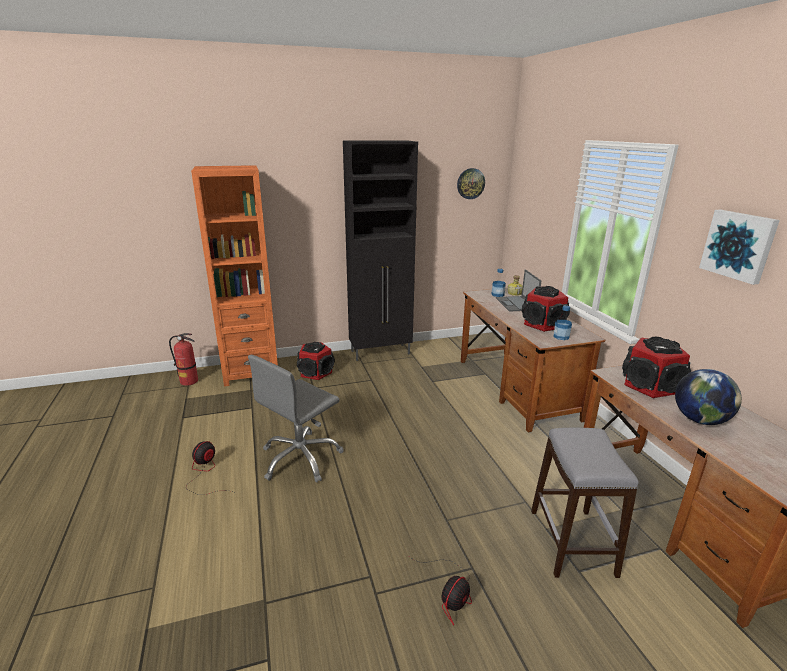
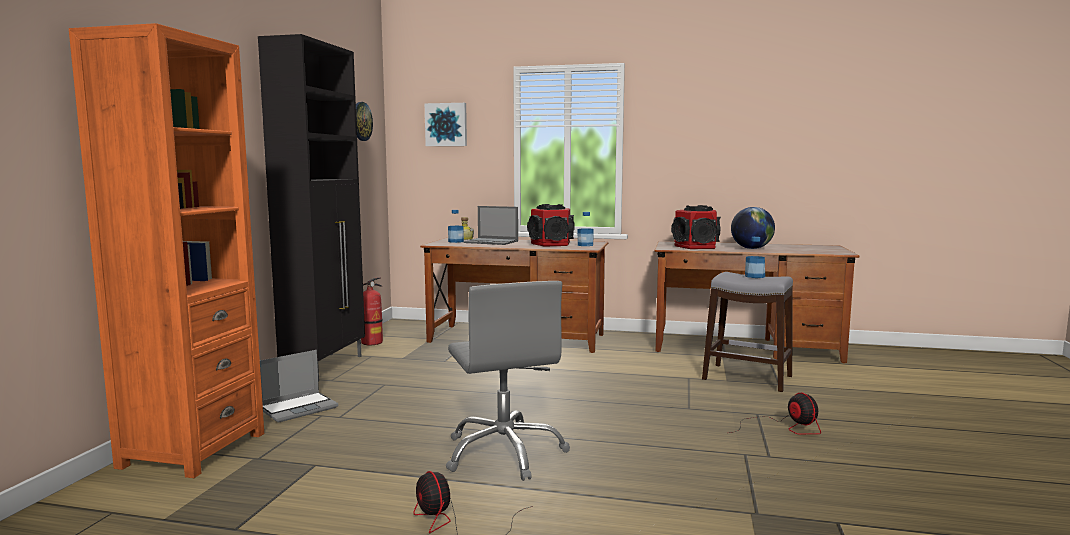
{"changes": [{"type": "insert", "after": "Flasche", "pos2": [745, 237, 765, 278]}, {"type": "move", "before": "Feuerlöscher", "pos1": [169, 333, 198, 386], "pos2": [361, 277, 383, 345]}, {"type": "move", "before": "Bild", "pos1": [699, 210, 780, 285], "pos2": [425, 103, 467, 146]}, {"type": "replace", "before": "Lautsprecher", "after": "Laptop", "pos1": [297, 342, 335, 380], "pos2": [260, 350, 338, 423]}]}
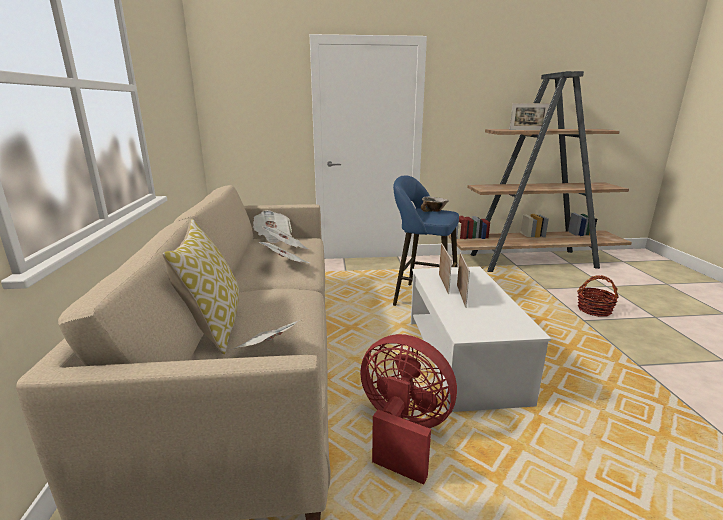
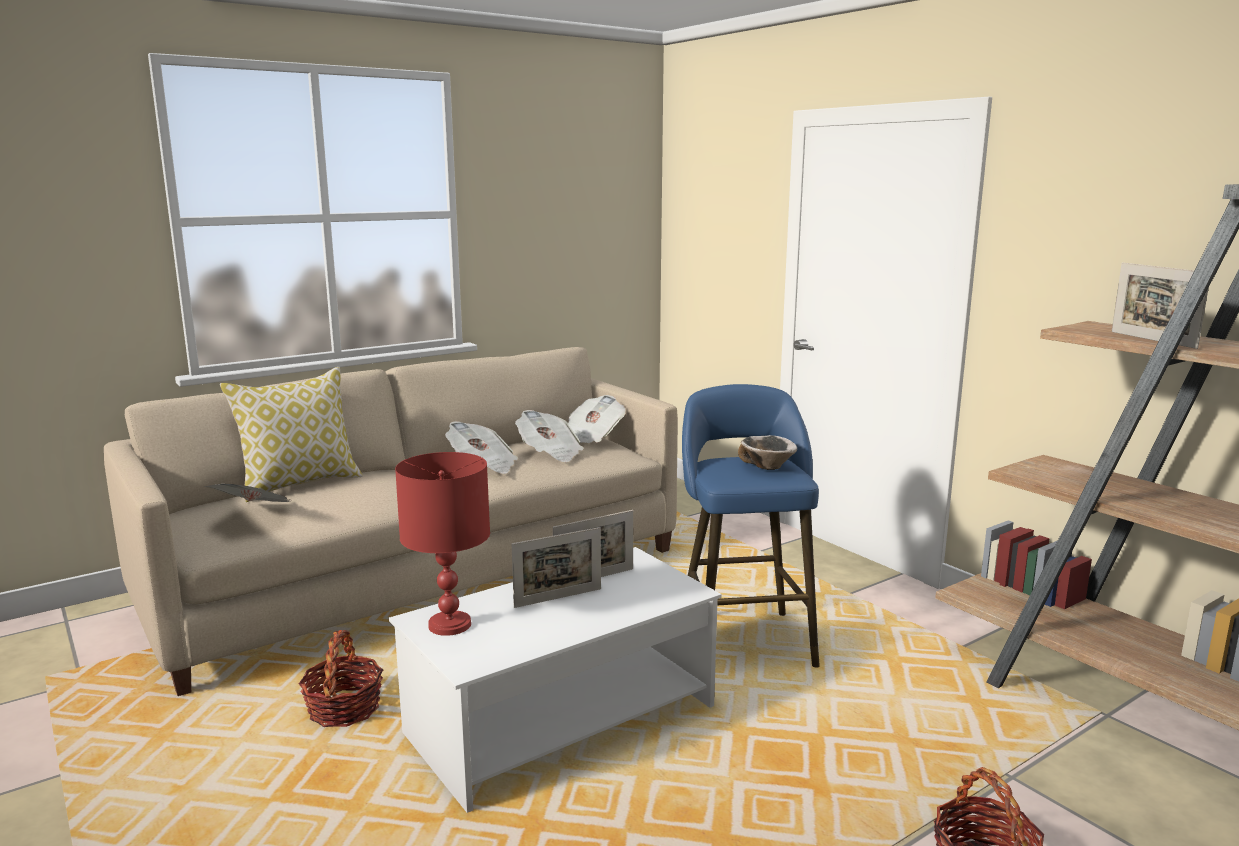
{"changes": [{"type": "insert", "after": "Tischlampe/rot", "pos2": [395, 452, 490, 636]}, {"type": "replace", "before": "Ventilator/rot", "after": "Korb", "pos1": [360, 334, 457, 485], "pos2": [299, 630, 383, 727]}]}
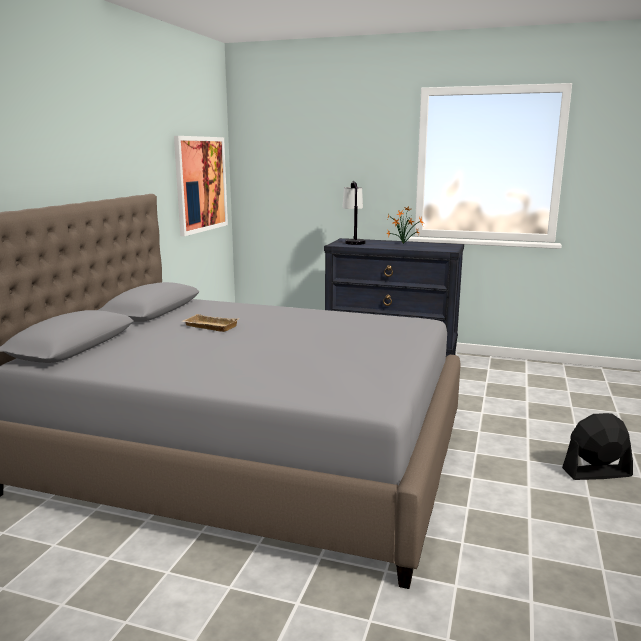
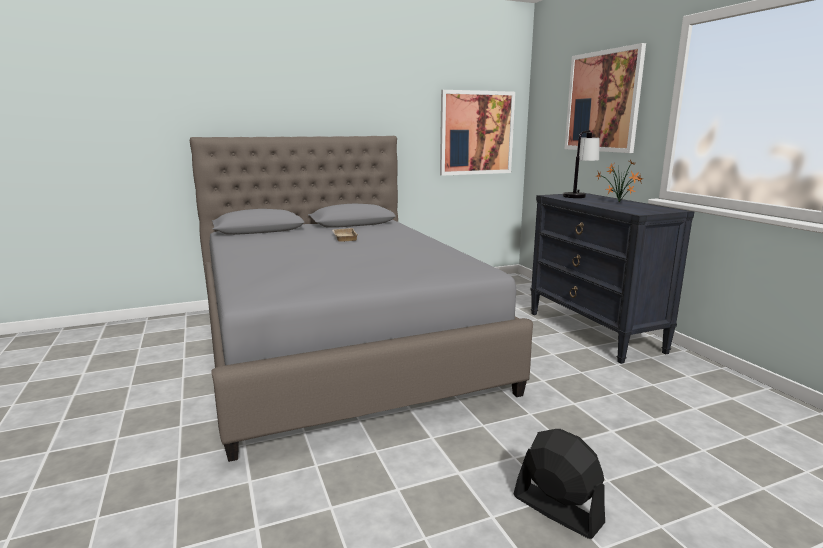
{"changes": [{"type": "insert", "after": "Bild", "pos2": [565, 43, 646, 153]}]}
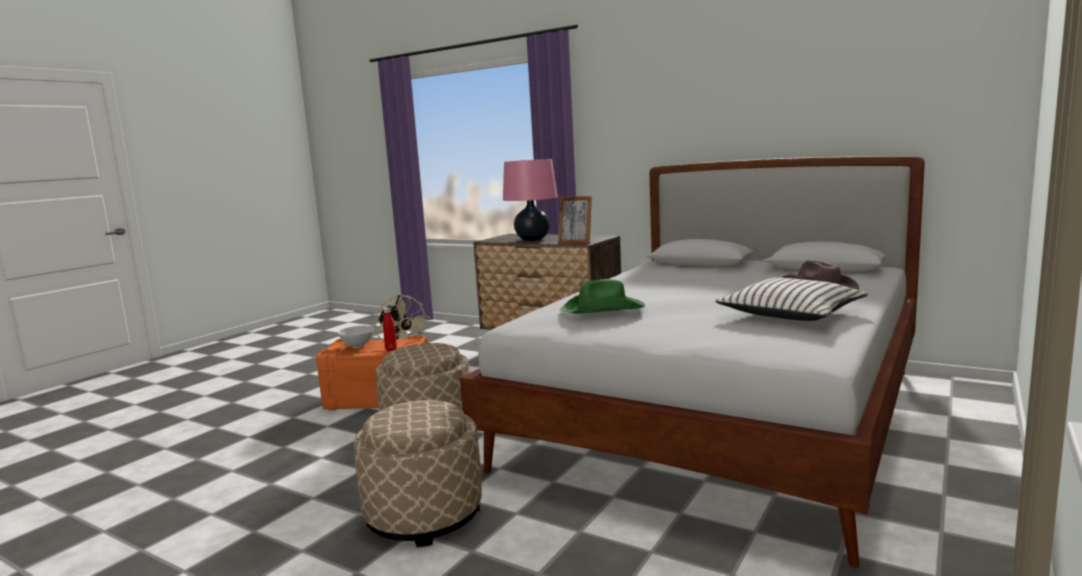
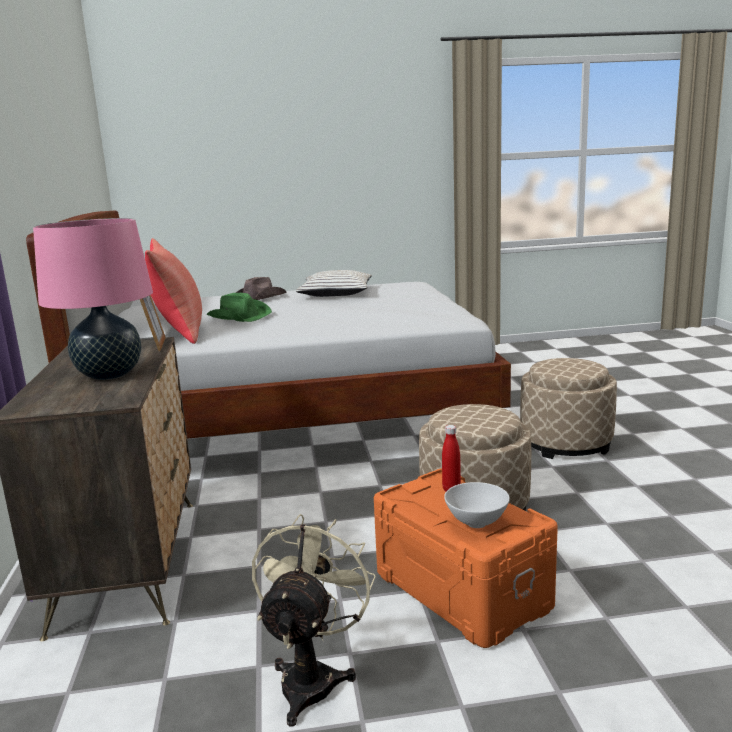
{"changes": [{"type": "insert", "after": "Kissen/rot", "pos2": [145, 238, 202, 344]}, {"type": "move", "before": "Hut/grün", "pos1": [560, 279, 645, 314], "pos2": [207, 293, 272, 322]}]}
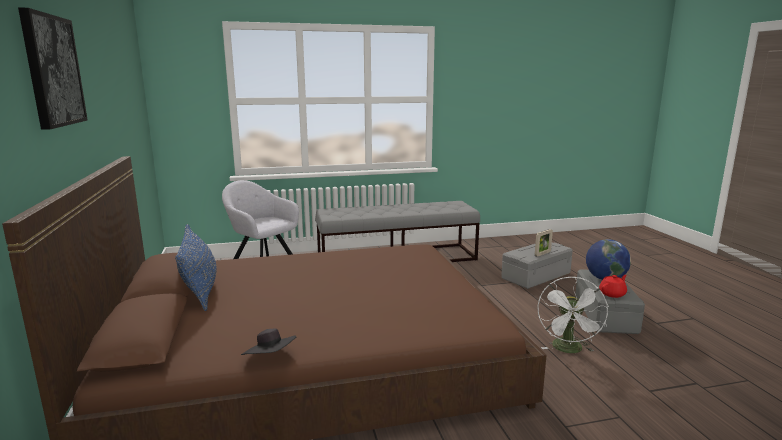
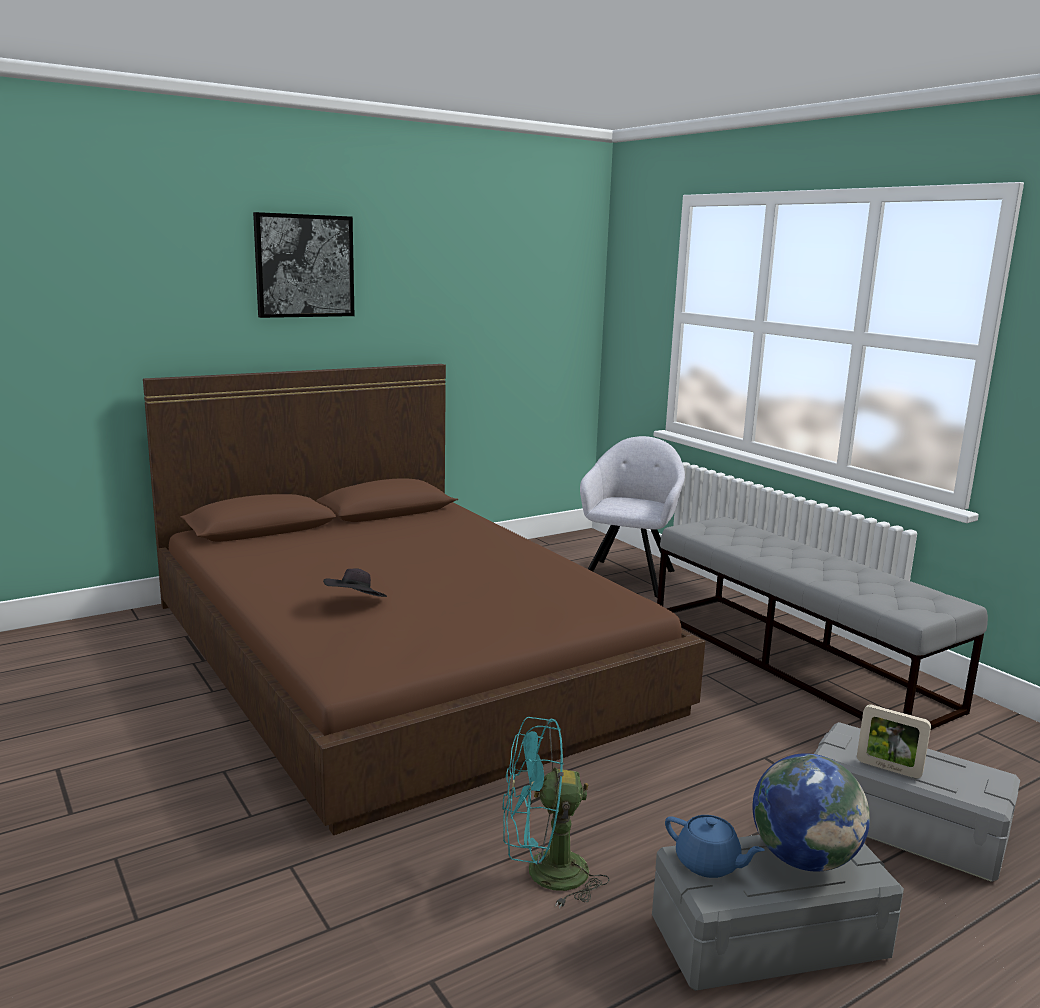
{"changes": [{"type": "delete", "before": "Kissen/blau", "pos1": [175, 224, 216, 311]}, {"type": "move", "before": "Hut/schwarz", "pos1": [241, 329, 296, 355], "pos2": [323, 568, 387, 597]}, {"type": "recolor", "before": "Ventilator/weiß", "after": "Ventilator/türkis", "pos1": [537, 277, 609, 353], "pos2": [502, 717, 609, 908]}, {"type": "recolor", "before": "Teekanne/rot", "after": "Teekanne/blau", "pos1": [599, 275, 627, 298], "pos2": [665, 815, 765, 878]}]}
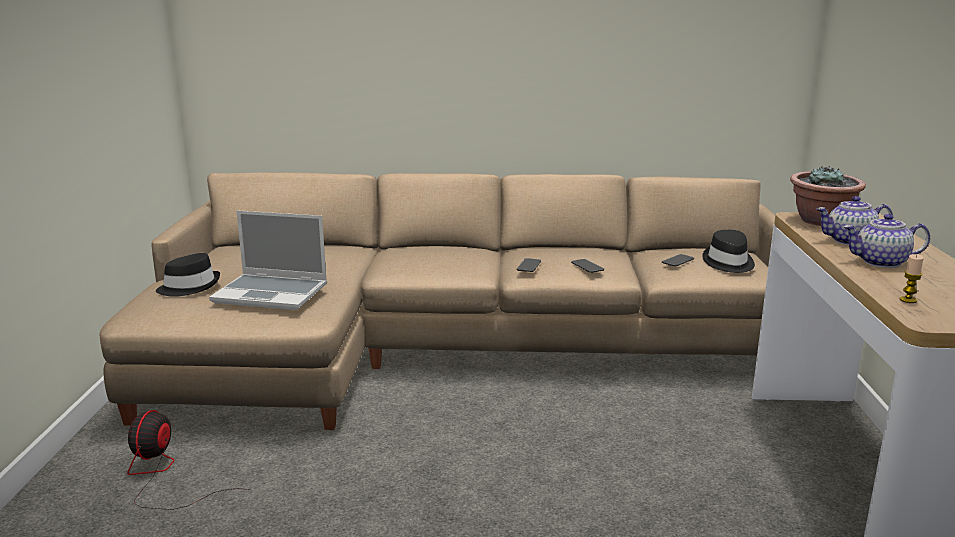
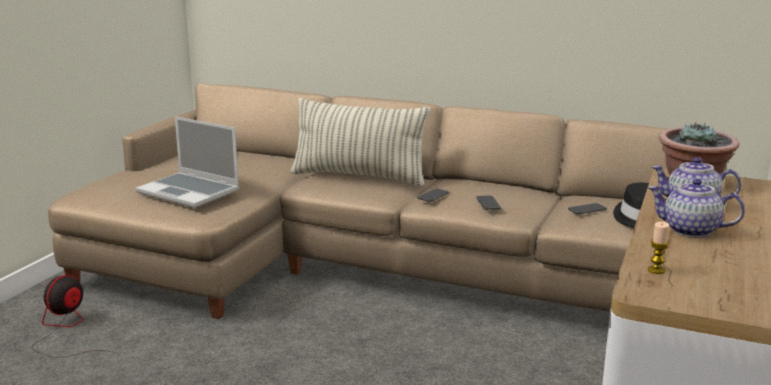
{"changes": [{"type": "delete", "before": "Hut/schwarz", "pos1": [156, 253, 220, 297]}, {"type": "insert", "after": "Kissen", "pos2": [290, 98, 431, 186]}]}
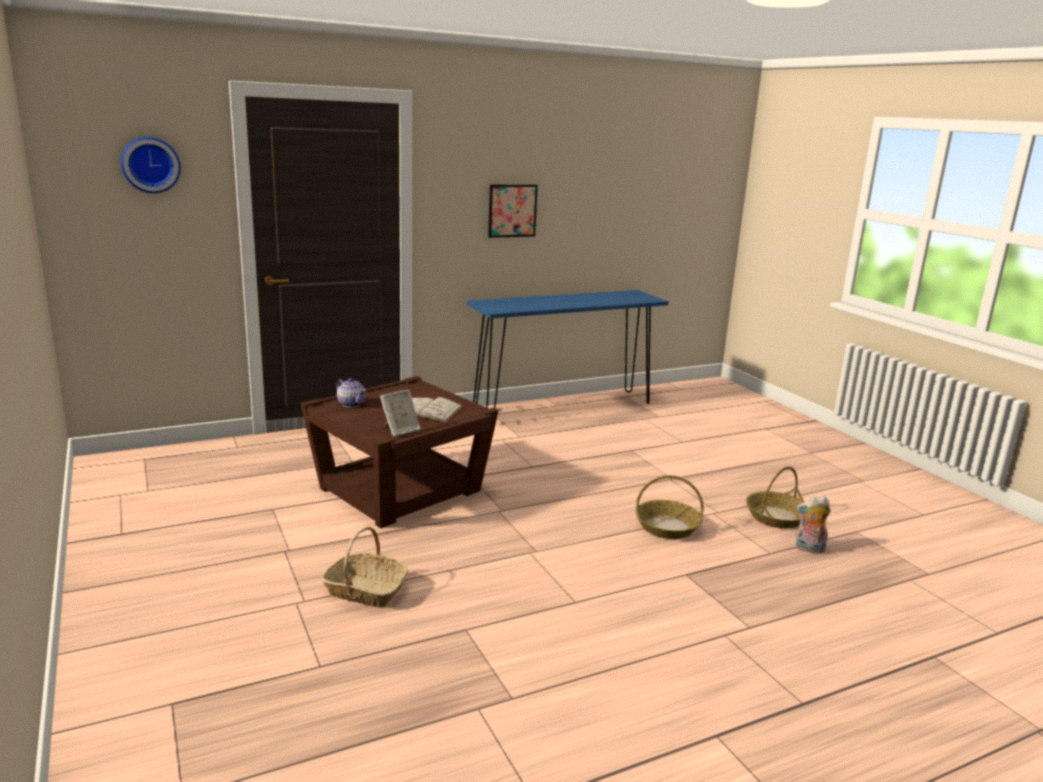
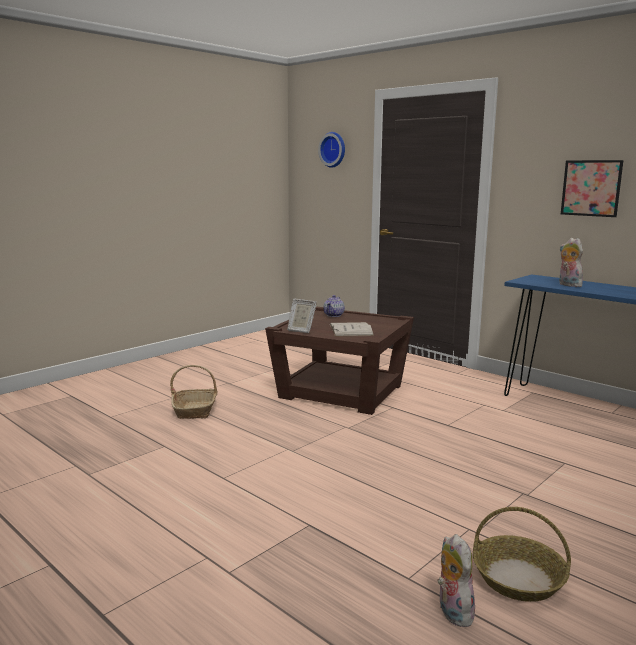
{"changes": [{"type": "delete", "before": "Korb", "pos1": [636, 475, 704, 539]}, {"type": "insert", "after": "Plüschtier", "pos2": [559, 238, 583, 287]}]}
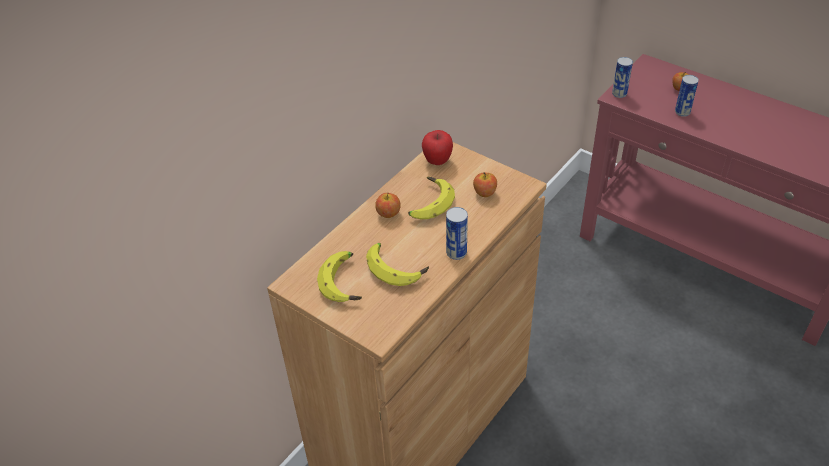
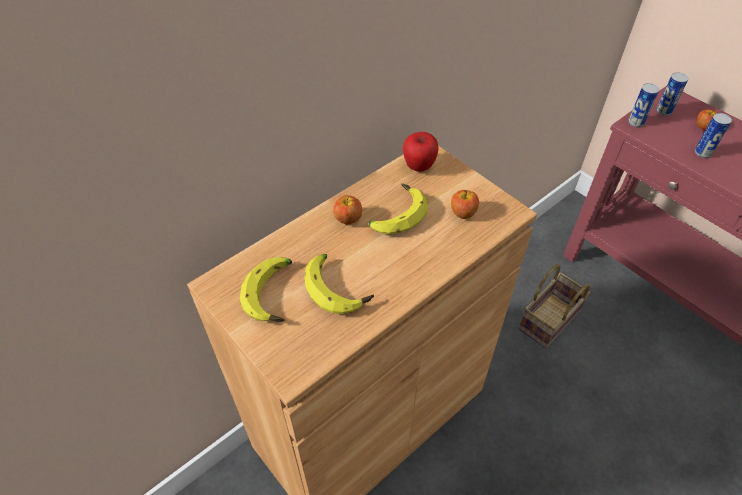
{"changes": [{"type": "insert", "after": "Korb", "pos2": [519, 264, 590, 348]}, {"type": "move", "before": "Dose", "pos1": [446, 207, 468, 260], "pos2": [656, 72, 689, 116]}]}
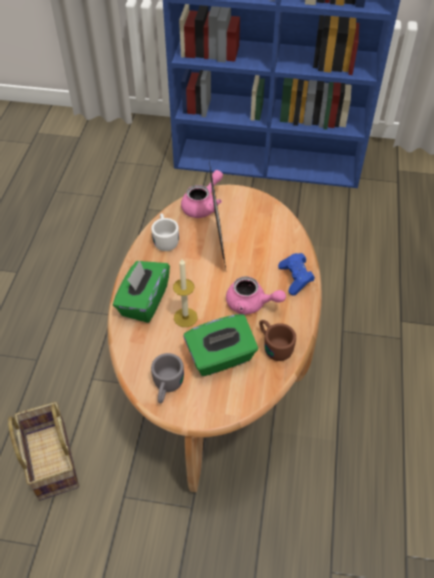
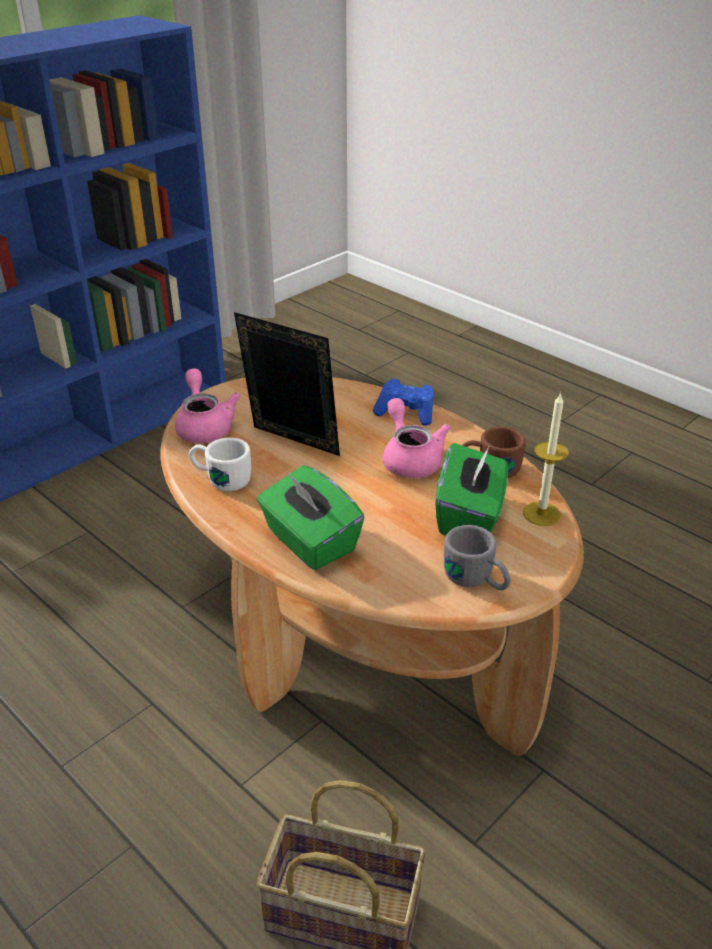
{"changes": [{"type": "move", "before": "Kerze", "pos1": [173, 259, 198, 327], "pos2": [523, 392, 569, 526]}, {"type": "rotate", "before": "Teekanne/rosa", "pos1": [226, 276, 286, 315], "pos2": [383, 398, 451, 478], "turn": -75}]}
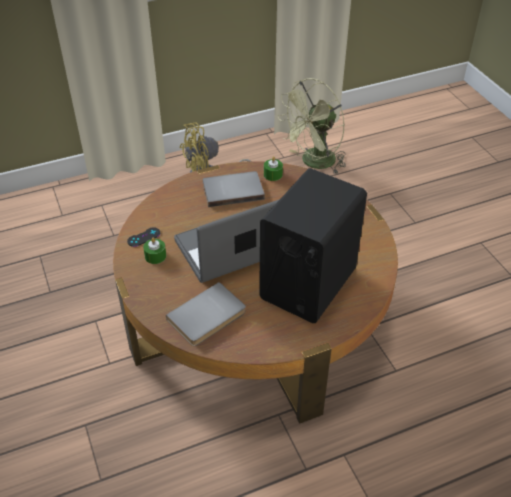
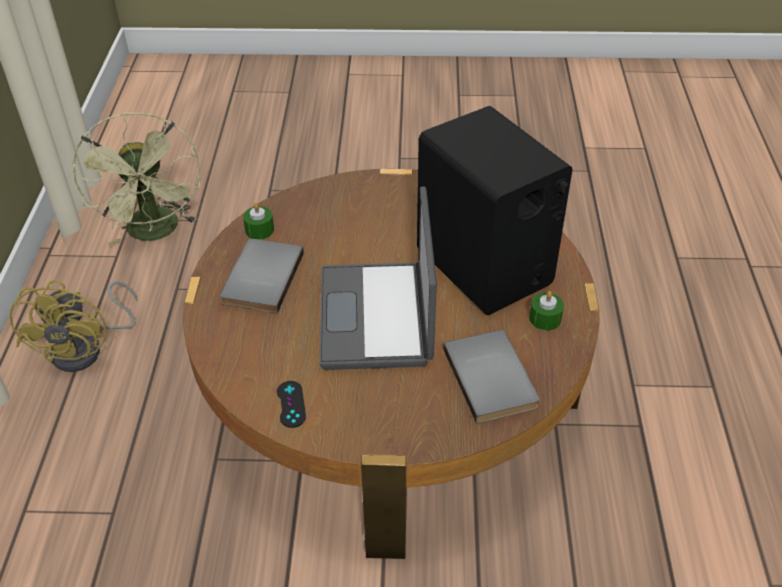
{"changes": [{"type": "move", "before": "Kerze/grün", "pos1": [143, 238, 166, 264], "pos2": [529, 291, 564, 330]}]}
